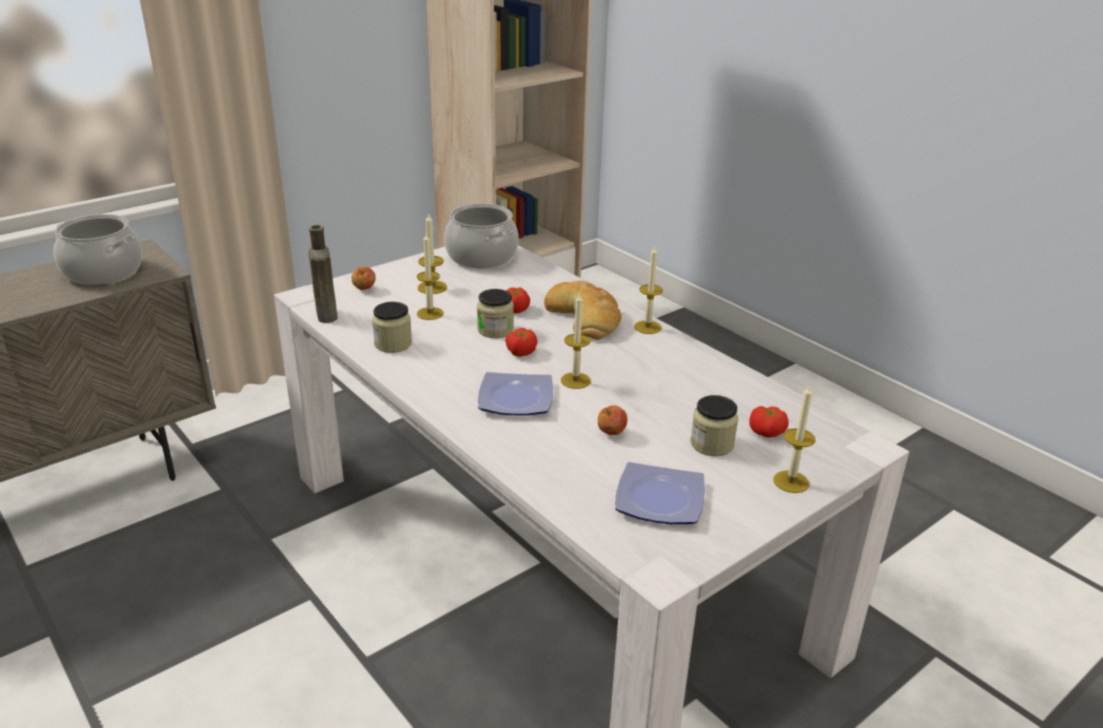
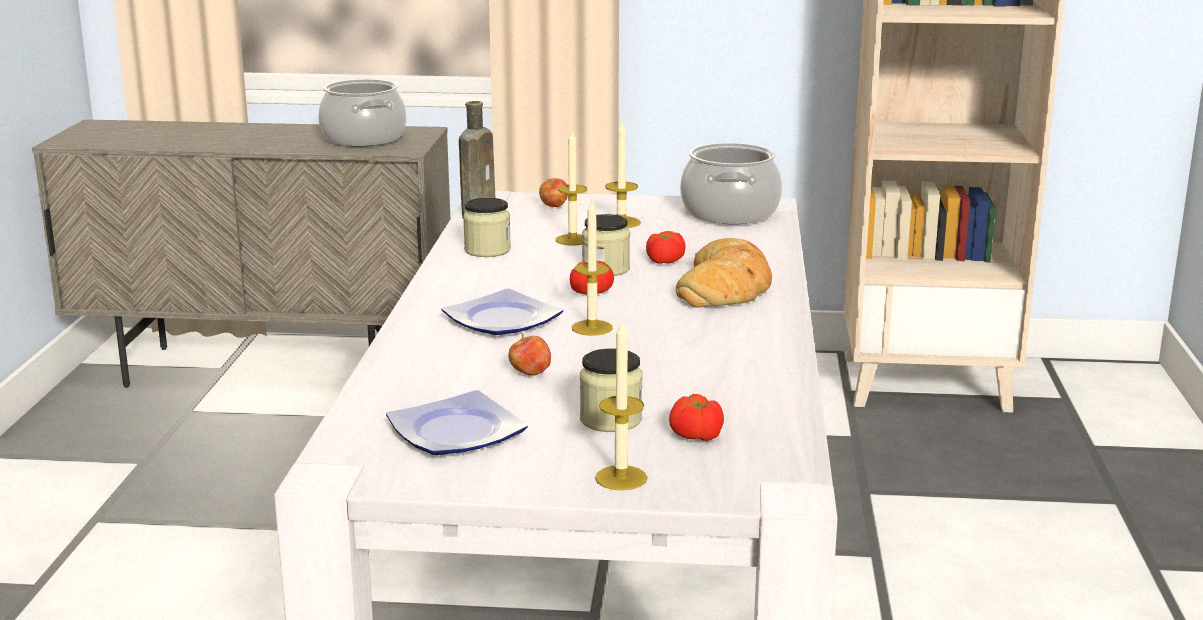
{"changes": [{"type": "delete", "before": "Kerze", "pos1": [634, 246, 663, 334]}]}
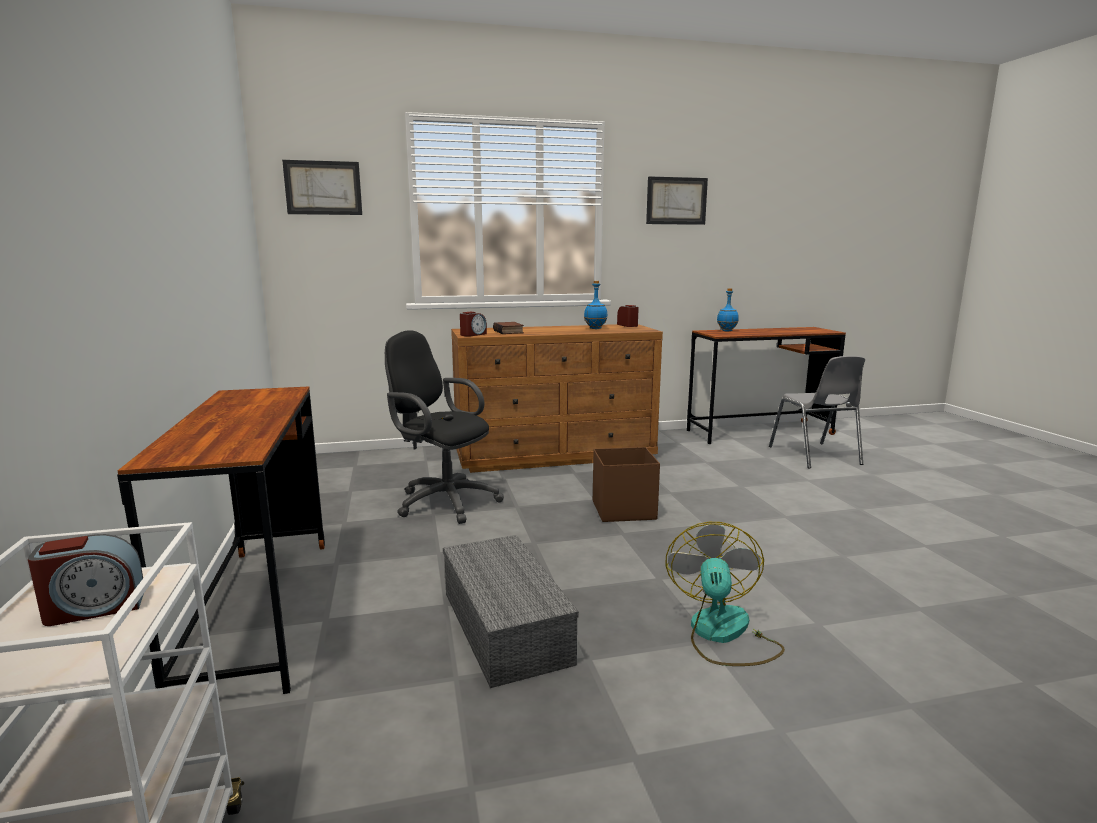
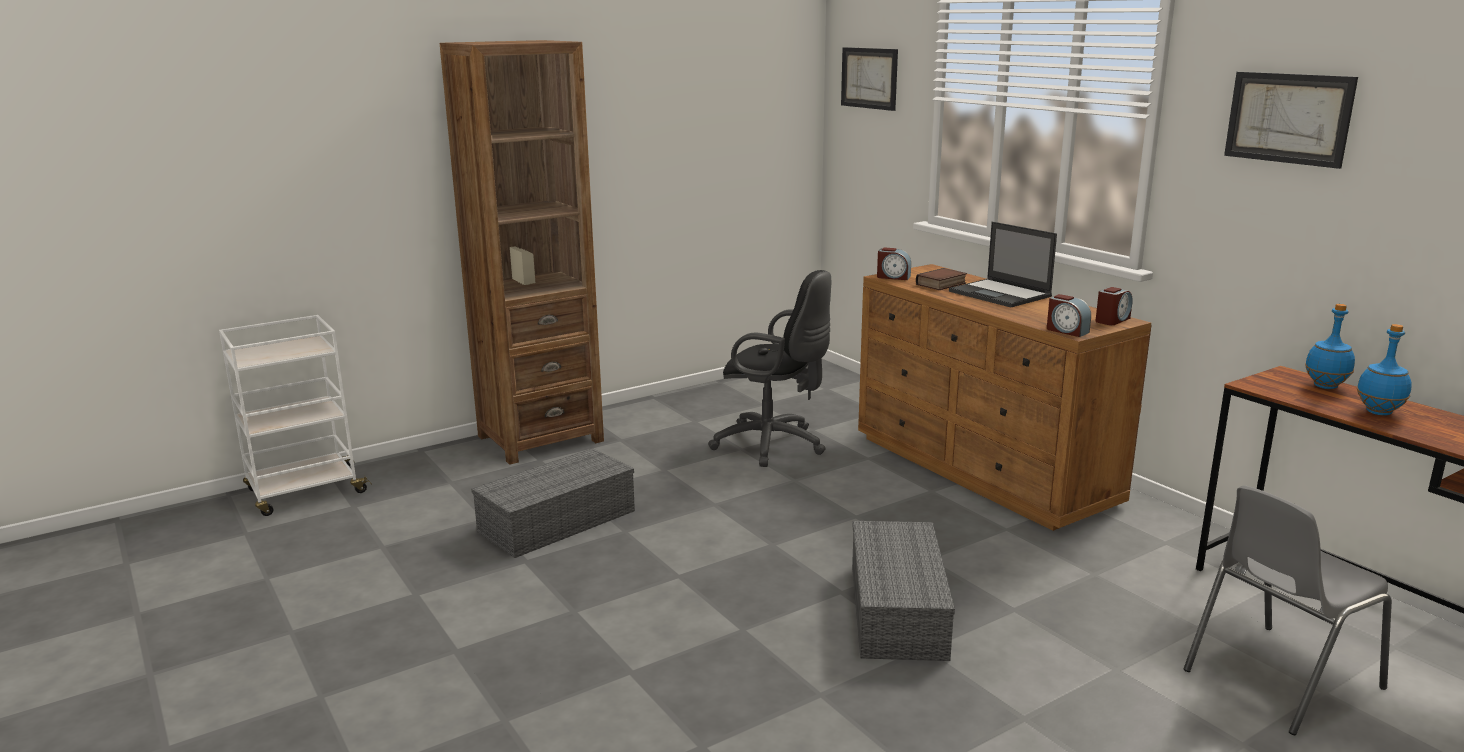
{"changes": [{"type": "delete", "before": "Aufbewahrungsbox/braun", "pos1": [593, 447, 660, 522]}, {"type": "delete", "before": "Ventilator", "pos1": [666, 522, 785, 666]}, {"type": "insert", "after": "Aufbewahrungsbox/grau", "pos2": [852, 521, 955, 661]}, {"type": "insert", "after": "Laptop", "pos2": [949, 222, 1057, 307]}, {"type": "move", "before": "Wecker", "pos1": [28, 534, 144, 626], "pos2": [1047, 294, 1091, 337]}, {"type": "move", "before": "Flasche/blau", "pos1": [584, 281, 608, 329], "pos2": [1357, 324, 1412, 415]}, {"type": "replace", "before": "Schreibtisch/braun", "after": "Bücherregal/braun", "pos1": [117, 386, 325, 694], "pos2": [440, 40, 604, 465]}, {"type": "rotate", "before": "Bürostuhl/schwarz", "pos1": [385, 330, 504, 524], "pos2": [708, 270, 831, 467], "turn": 105}]}
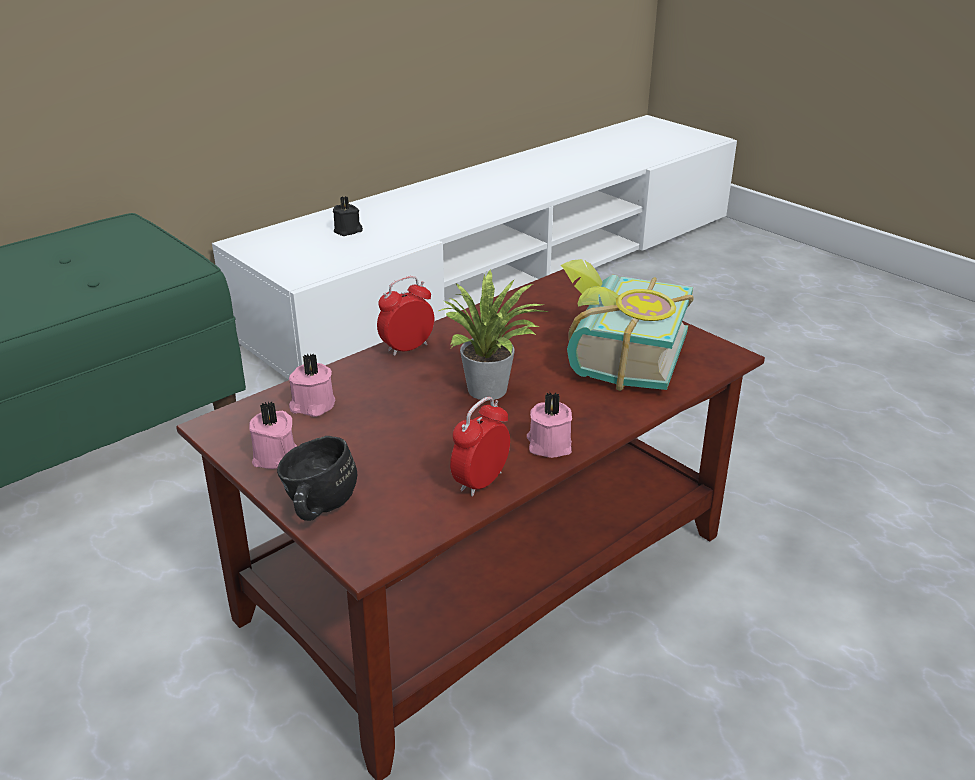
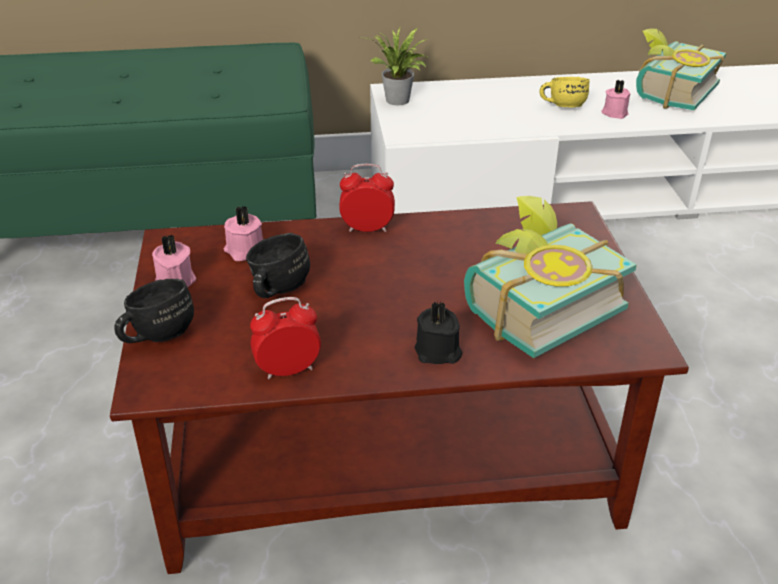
{"changes": [{"type": "insert", "after": "Henkelbecher/schwarz", "pos2": [246, 233, 310, 298]}, {"type": "insert", "after": "Henkelbecher/gelb", "pos2": [540, 77, 590, 107]}, {"type": "insert", "after": "Buch", "pos2": [636, 28, 726, 110]}, {"type": "move", "before": "Kerze/schwarz", "pos1": [333, 196, 363, 236], "pos2": [415, 301, 462, 364]}, {"type": "move", "before": "Topfpflanze", "pos1": [436, 270, 551, 400], "pos2": [366, 27, 427, 105]}, {"type": "move", "before": "Kerze/rosa", "pos1": [527, 392, 572, 458], "pos2": [601, 80, 630, 119]}]}
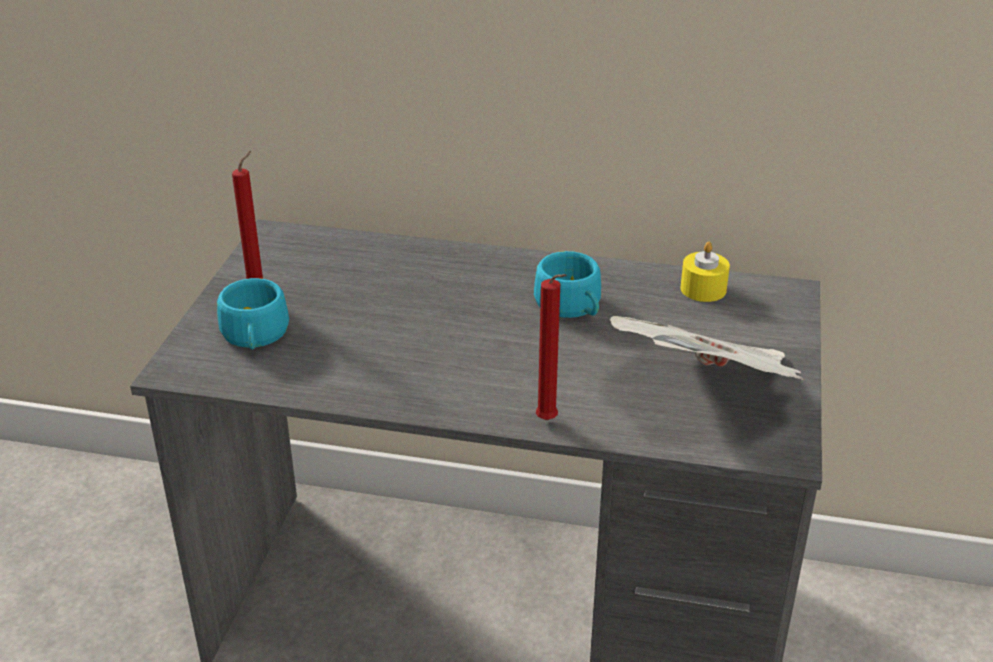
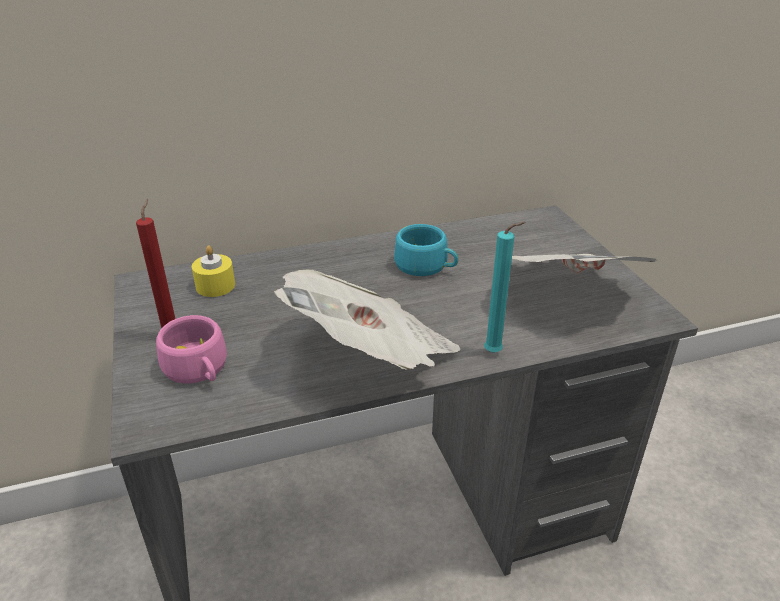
{"changes": [{"type": "insert", "after": "Zeitung", "pos2": [274, 269, 461, 370]}, {"type": "move", "before": "Kerze/gelb", "pos1": [680, 242, 730, 302], "pos2": [192, 245, 235, 297]}, {"type": "recolor", "before": "Tasse/türkis", "after": "Tasse/rosa", "pos1": [217, 278, 289, 350], "pos2": [156, 315, 227, 383]}, {"type": "recolor", "before": "Kerze/rot", "after": "Kerze/türkis", "pos1": [536, 274, 567, 420], "pos2": [484, 221, 526, 353]}]}
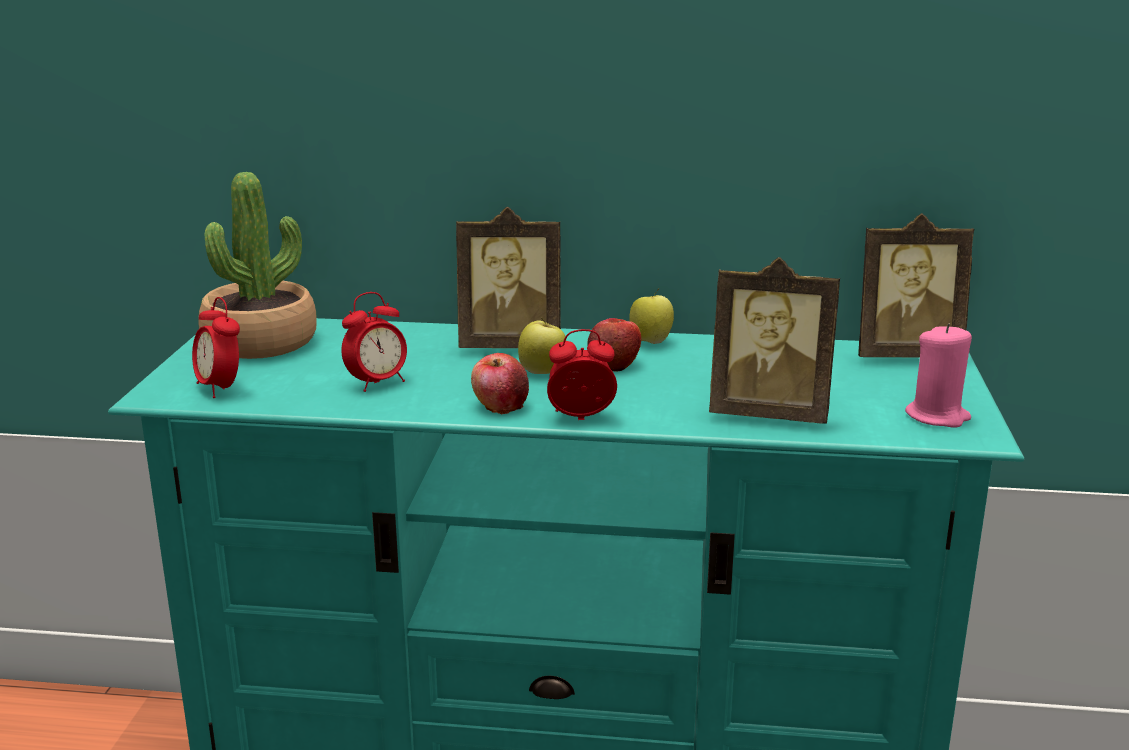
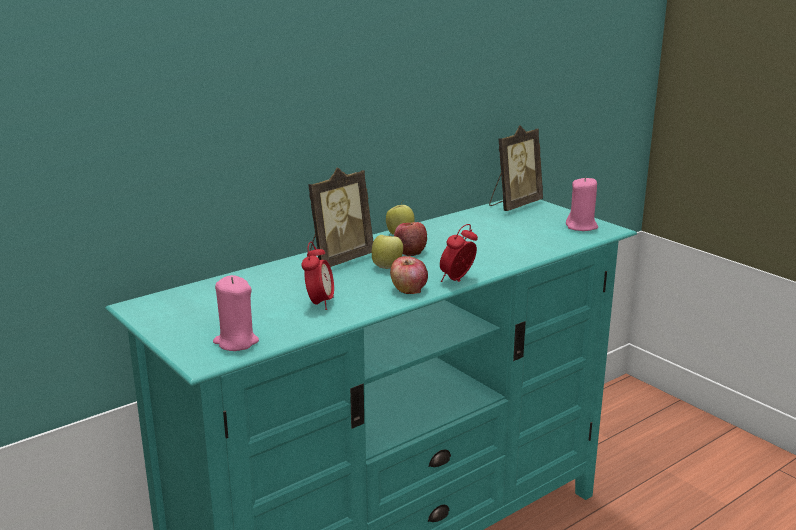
{"changes": [{"type": "delete", "before": "Topfpflanze", "pos1": [198, 172, 317, 359]}, {"type": "delete", "before": "Bilderrahmen", "pos1": [709, 257, 840, 424]}, {"type": "replace", "before": "Wecker", "after": "Kerze/rosa", "pos1": [192, 297, 240, 398], "pos2": [213, 275, 259, 351]}]}
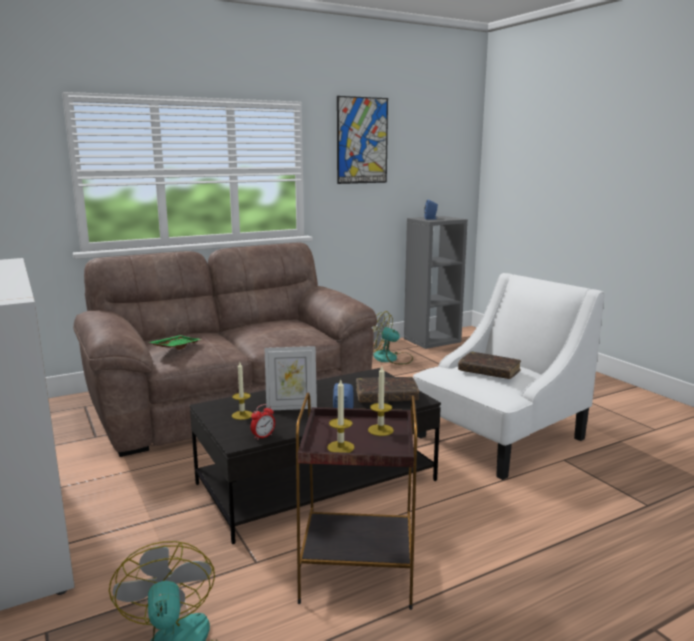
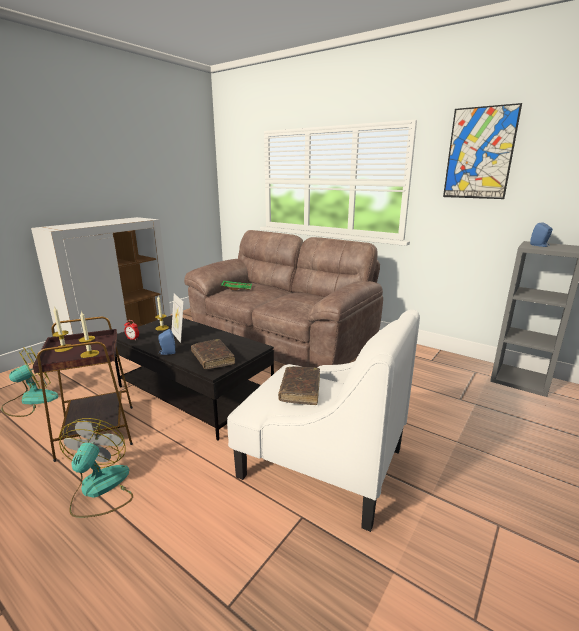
{"changes": [{"type": "move", "before": "Ventilator", "pos1": [373, 311, 413, 364], "pos2": [59, 418, 133, 518]}]}
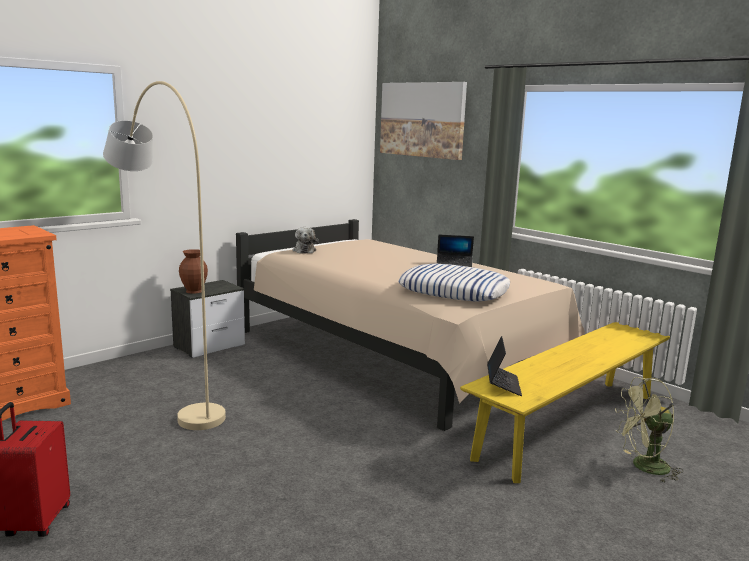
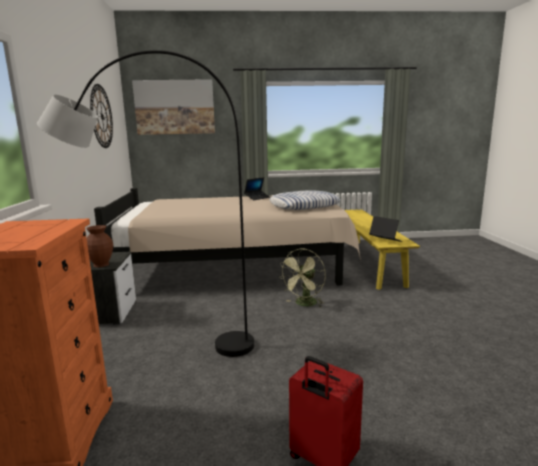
{"changes": [{"type": "delete", "before": "Plüschtier", "pos1": [293, 227, 318, 253]}, {"type": "insert", "after": "Wanduhr", "pos2": [90, 84, 113, 148]}, {"type": "move", "before": "Ventilator/grün", "pos1": [615, 377, 683, 483], "pos2": [280, 249, 326, 308]}, {"type": "recolor", "before": "Stehlampe/beige", "after": "Stehlampe/schwarz", "pos1": [103, 81, 226, 430], "pos2": [37, 50, 254, 357]}]}
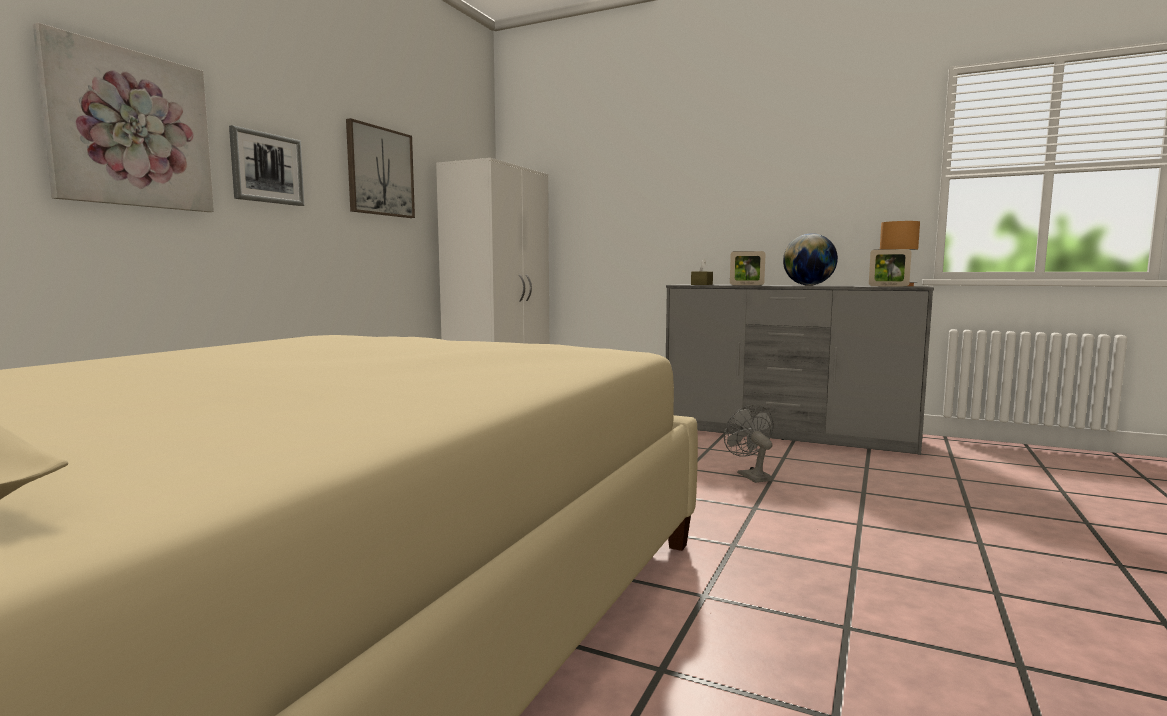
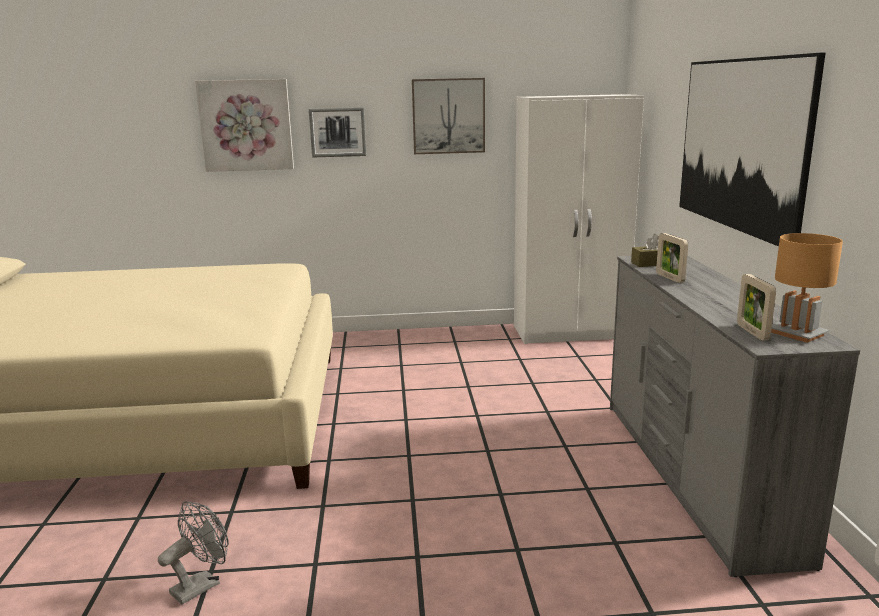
{"changes": [{"type": "delete", "before": "Globus", "pos1": [783, 233, 838, 285]}, {"type": "insert", "after": "Bild", "pos2": [679, 53, 826, 247]}, {"type": "move", "before": "Ventilator/grau", "pos1": [724, 405, 774, 483], "pos2": [158, 501, 229, 605]}]}
